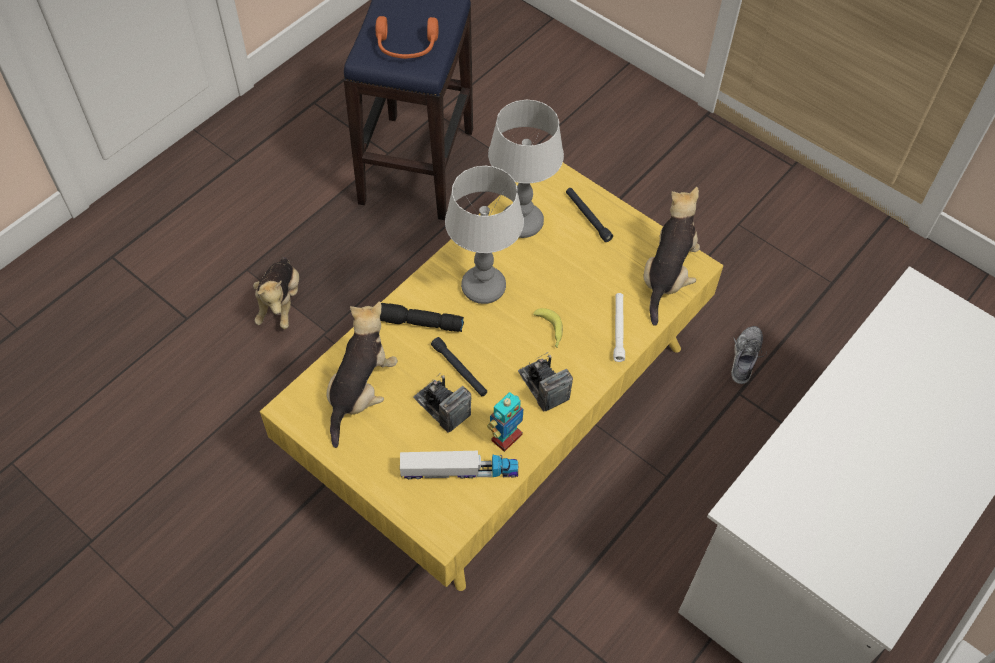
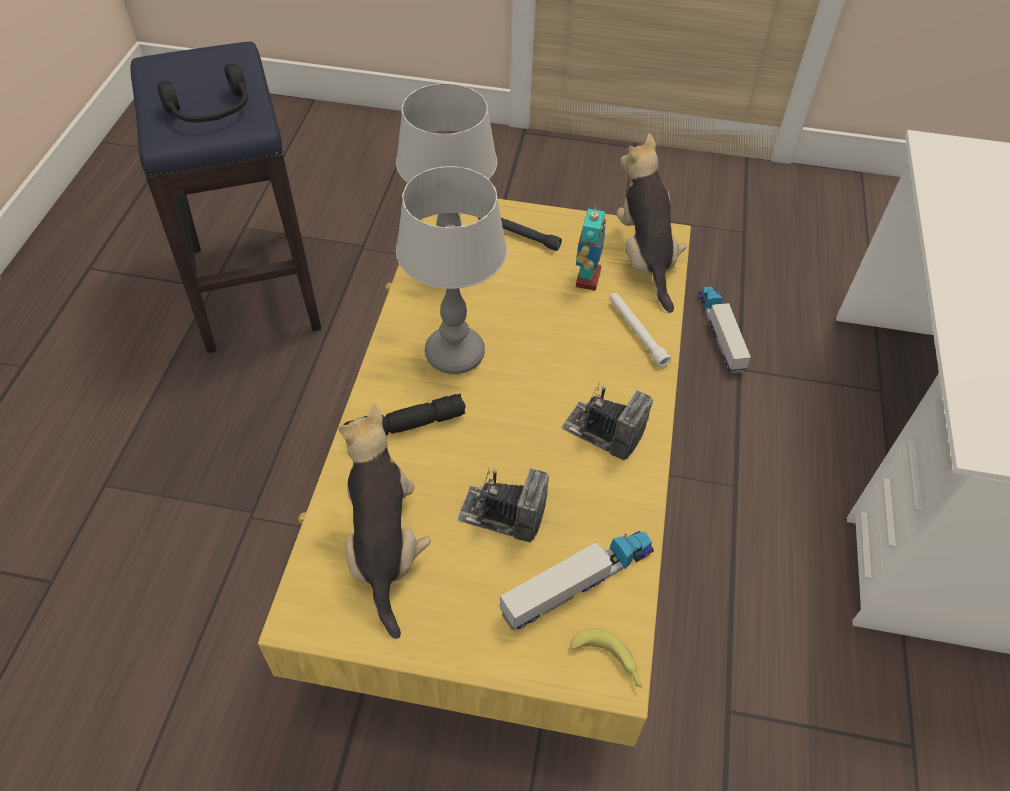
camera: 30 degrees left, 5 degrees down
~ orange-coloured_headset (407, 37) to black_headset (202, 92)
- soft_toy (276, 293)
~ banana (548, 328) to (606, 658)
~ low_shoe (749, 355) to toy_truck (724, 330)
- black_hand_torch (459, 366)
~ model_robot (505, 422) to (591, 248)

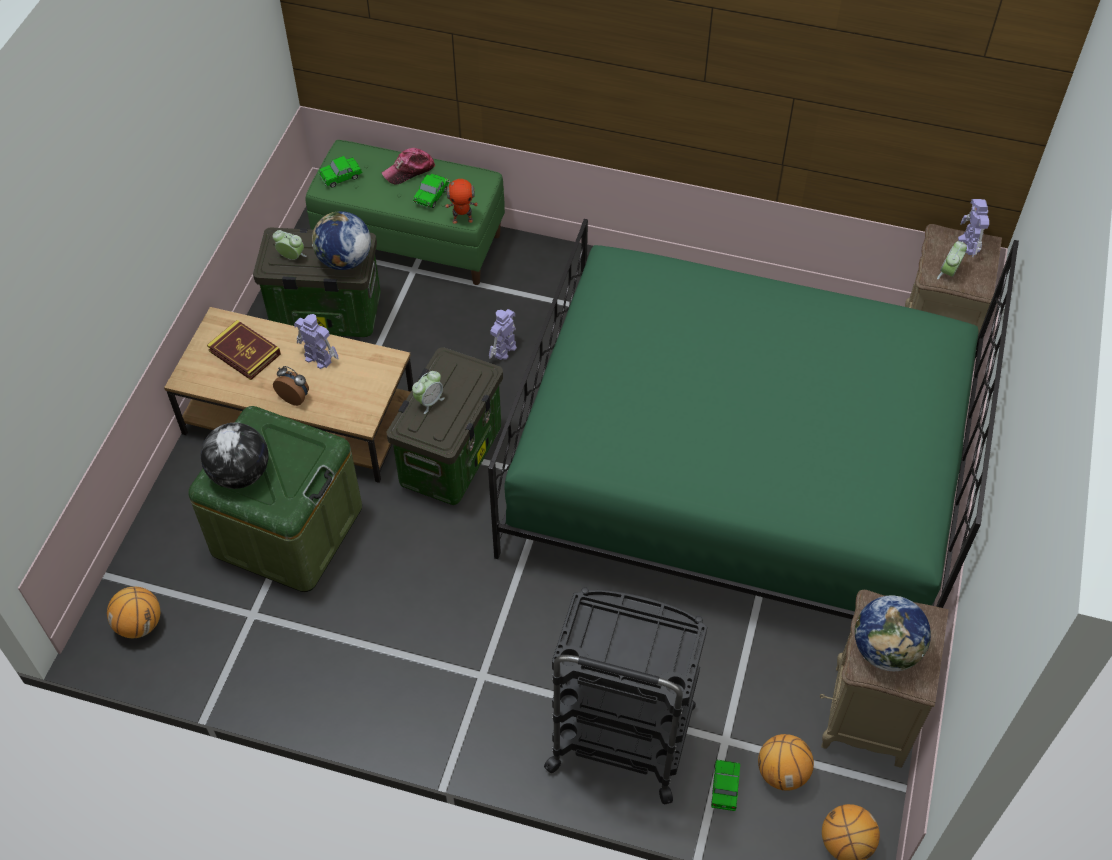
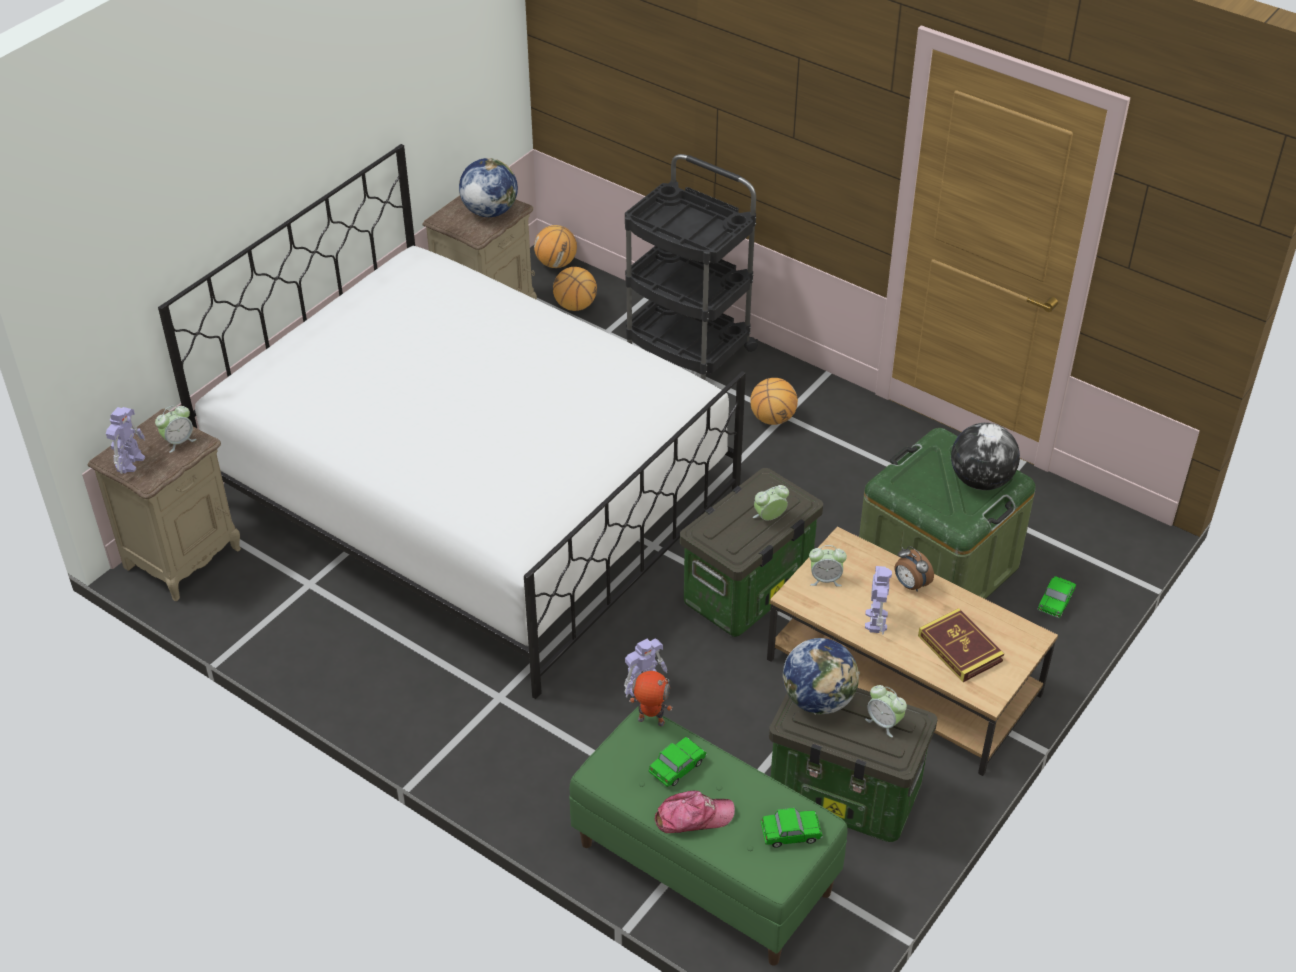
camera: 160 degrees left, 10 degrees down
~ green-coloured_bedroom_bed (753, 419) to white-coloured_bedroom_bed (452, 421)
~ model_robot (316, 341) = (878, 600) 135 degrees counterclockwise
~ basketball (133, 612) to (774, 401)
~ miniature_car (725, 785) to (1057, 597)
+ table_clock (828, 566)

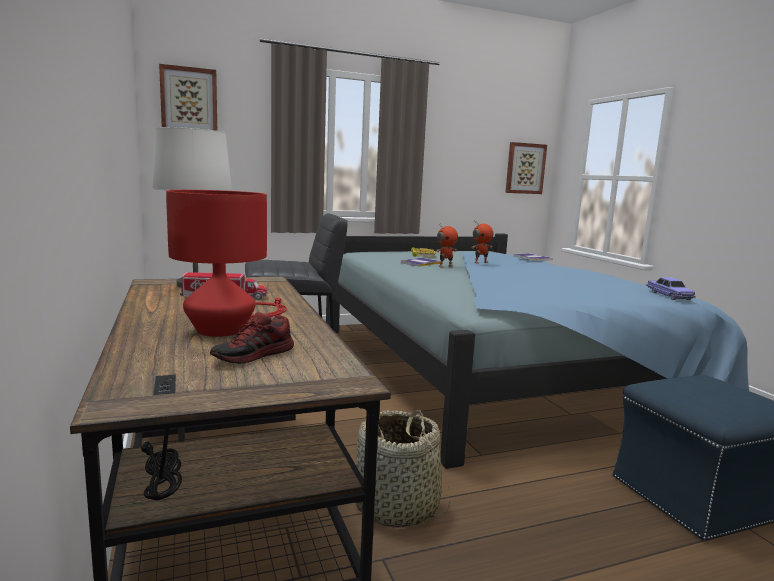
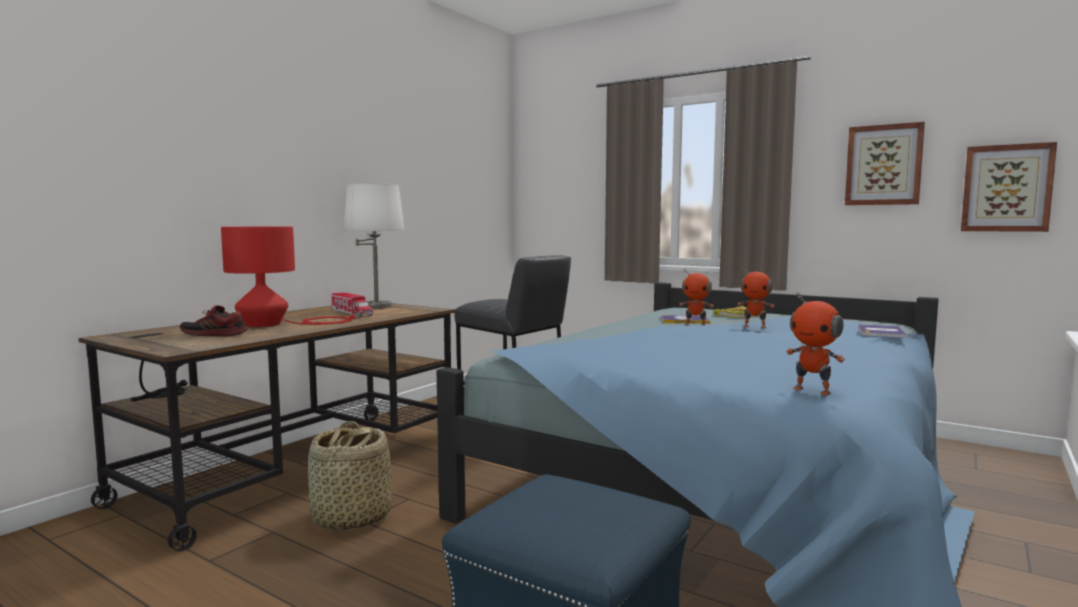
camera: 55 degrees right, 5 degrees down
~ wall_art (188, 97) to (885, 163)
~ miniature_car (671, 288) to model_robot (815, 343)

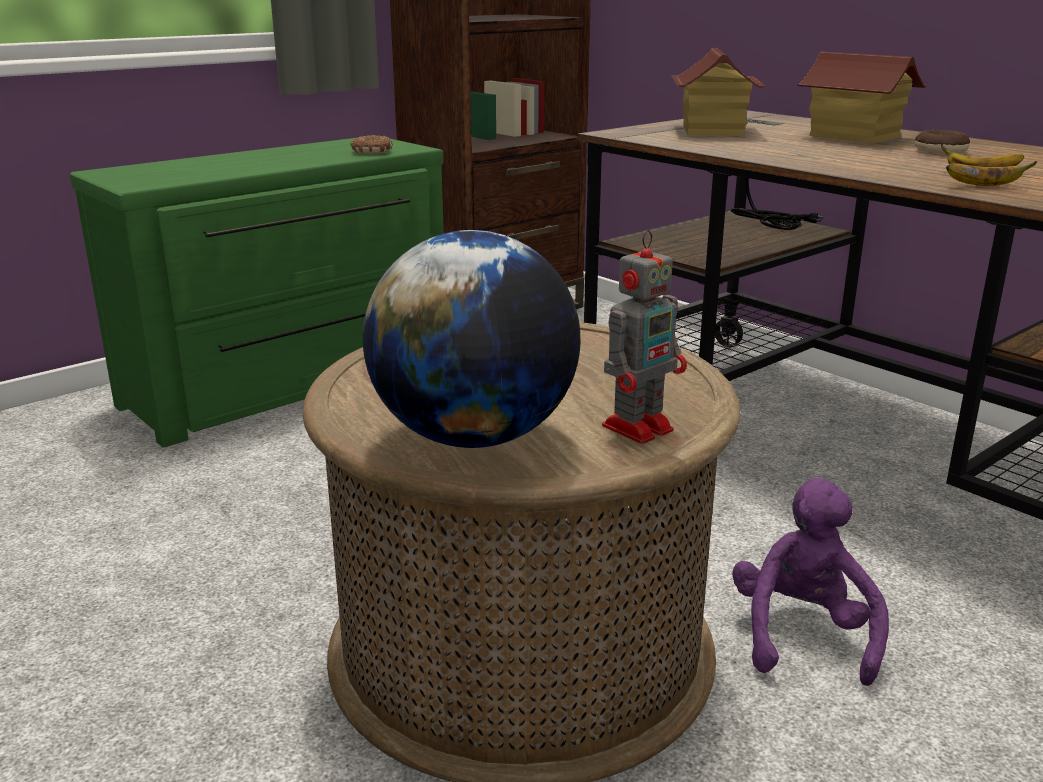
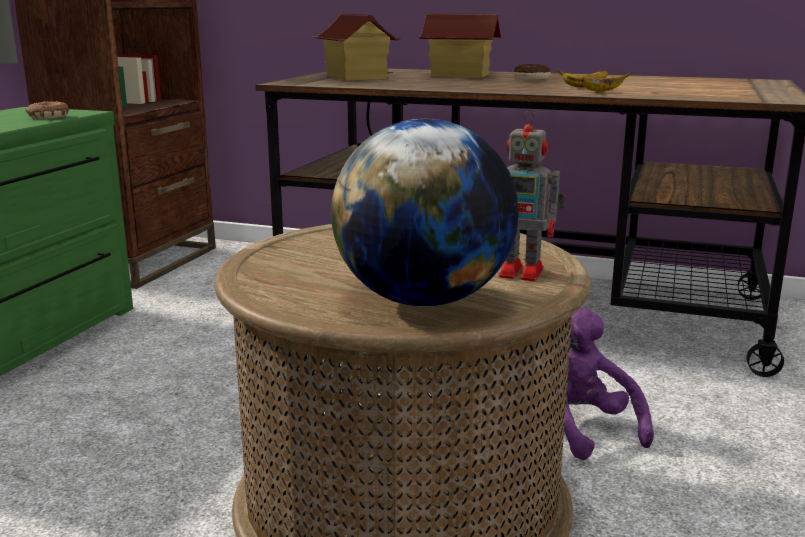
camera: 30 degrees left, 5 degrees down
~ model_robot (644, 337) = (532, 195) 90 degrees clockwise

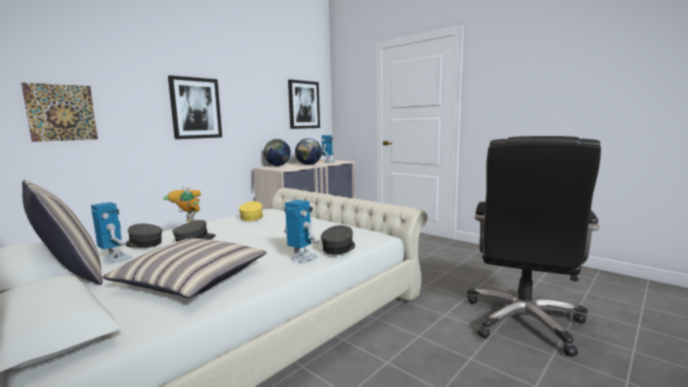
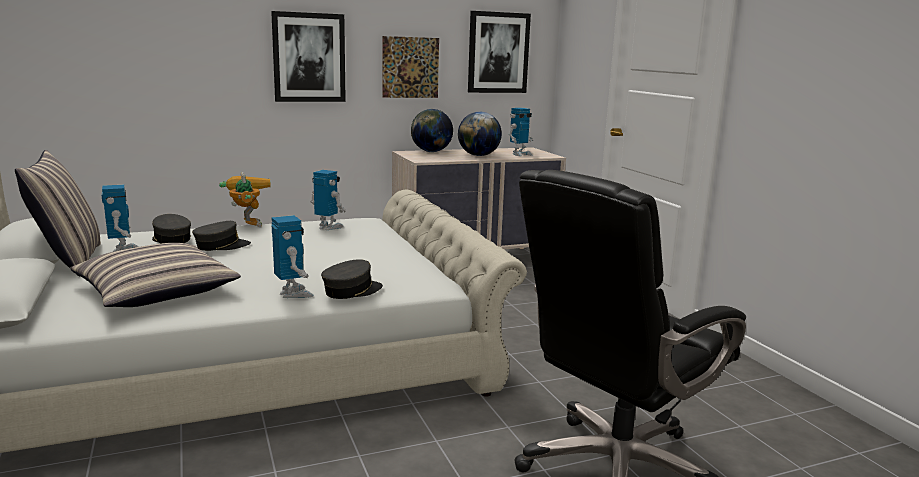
camera: 25 degrees right, 5 degrees up
~ wall_art (59, 112) to (410, 67)
~ yellowish_cap (251, 211) to model_robot (328, 200)

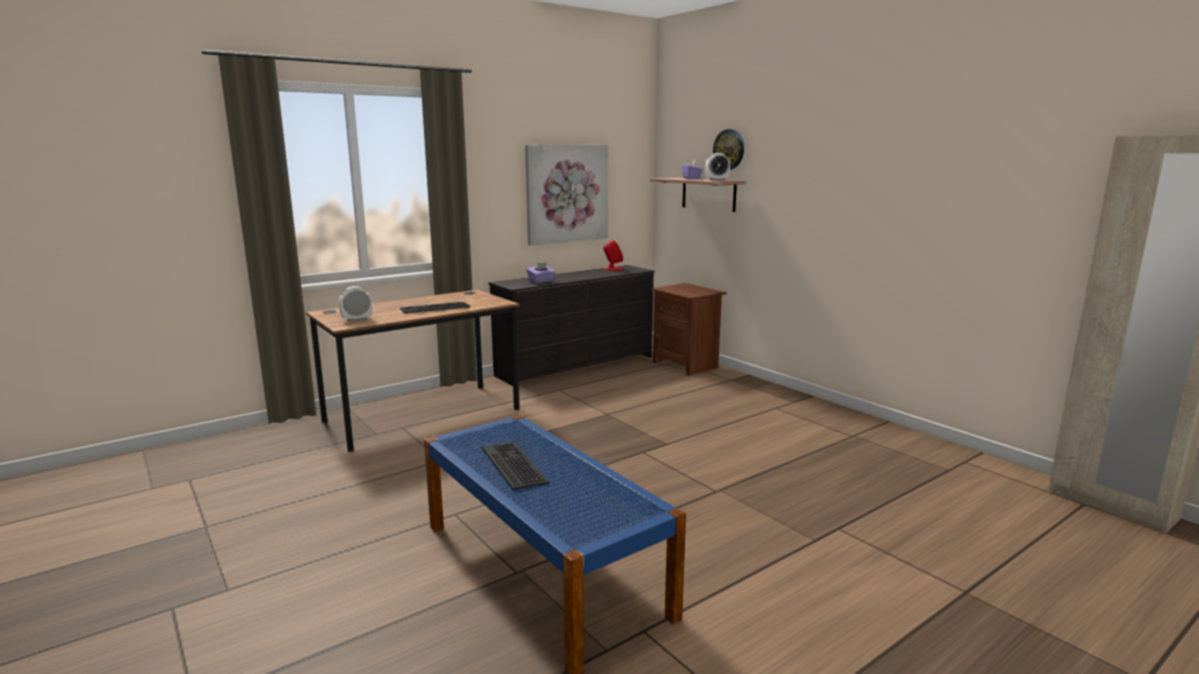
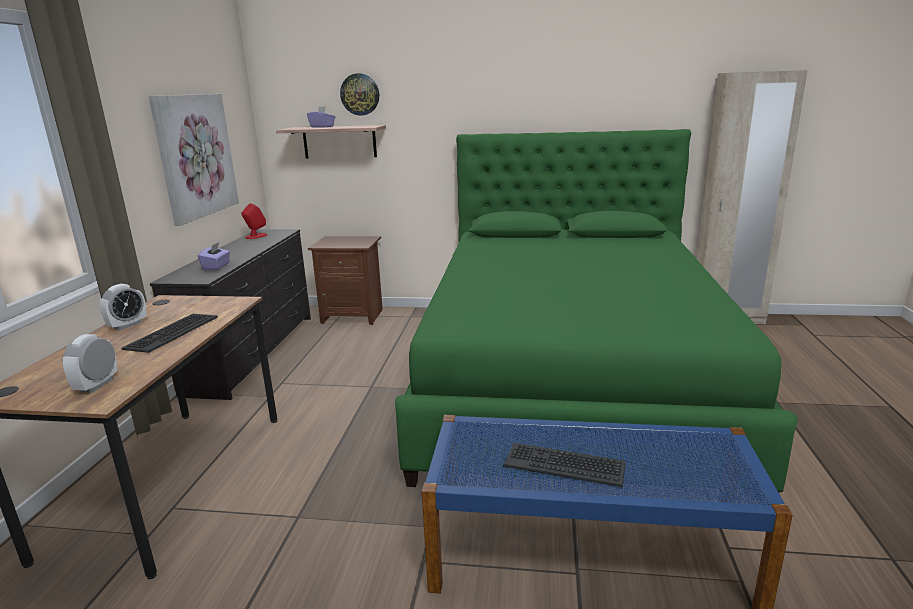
camera: 45 degrees left, 5 degrees up
~ table_clock (717, 167) to (123, 307)
+ green-coloured_bedroom_bed (596, 311)

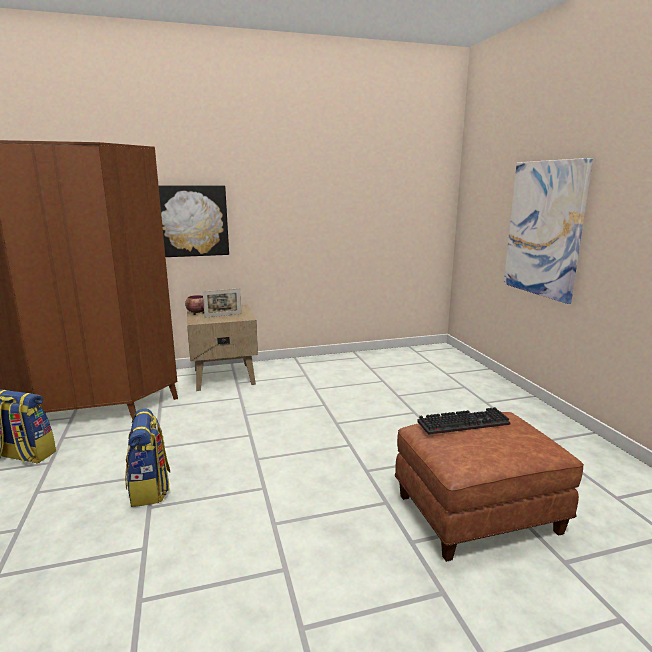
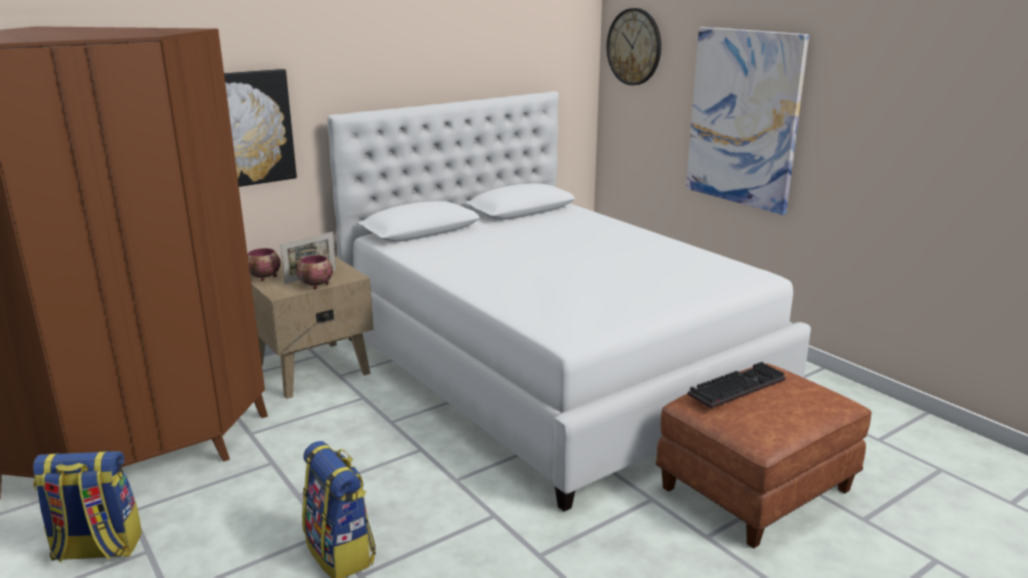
camera: 20 degrees left, 5 degrees up
+ clock_on_the_wall (634, 46)
+ white-coloured_bedroom_bed (569, 301)
+ bowl (314, 272)

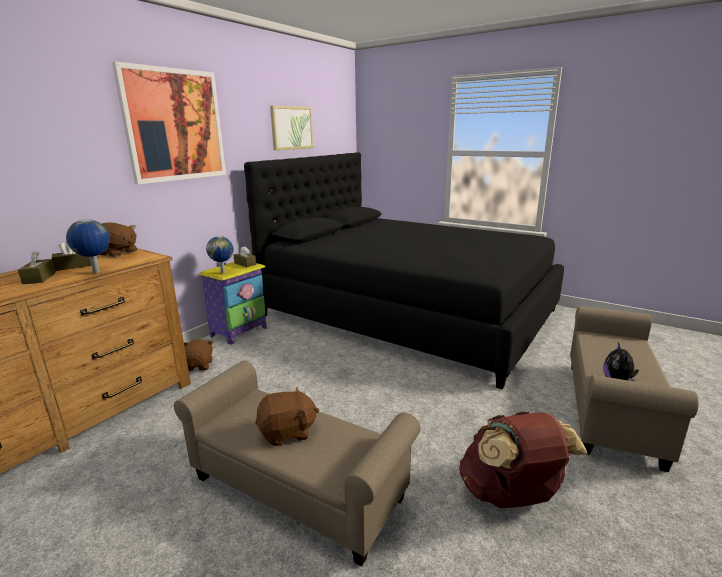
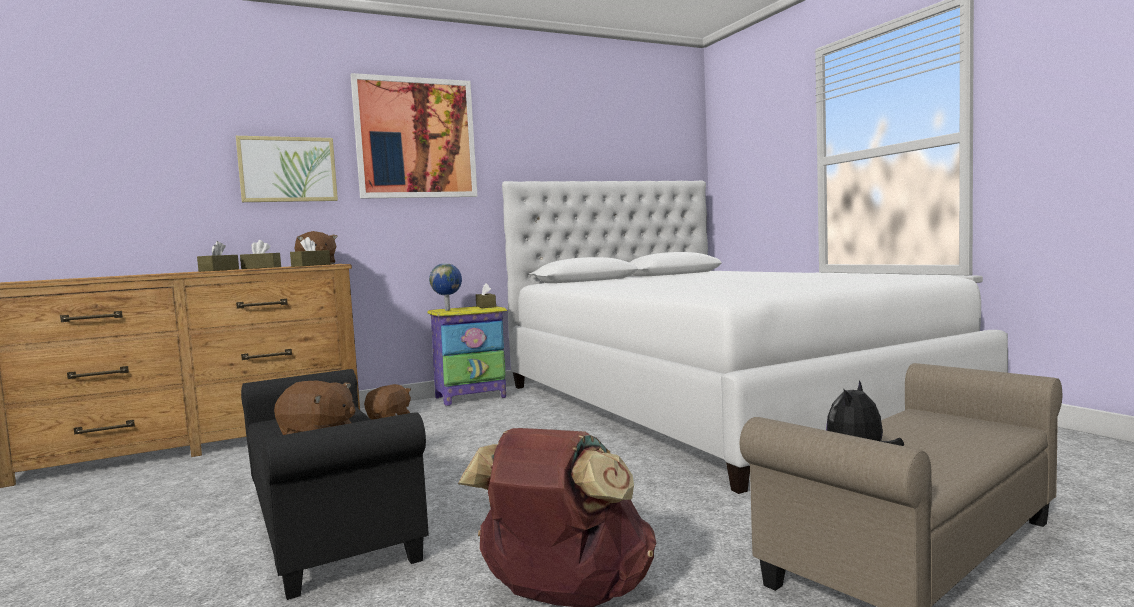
camera: 30 degrees right, 15 degrees down
~ wall_art (291, 128) to (287, 169)
~ black_bedroom_bed (404, 270) to white-coloured_bedroom_bed (755, 337)
- globe (88, 246)
~ sand-coloured_ottoman (297, 463) to black_ottoman (335, 484)
+ brown_box_of_tissues (310, 252)

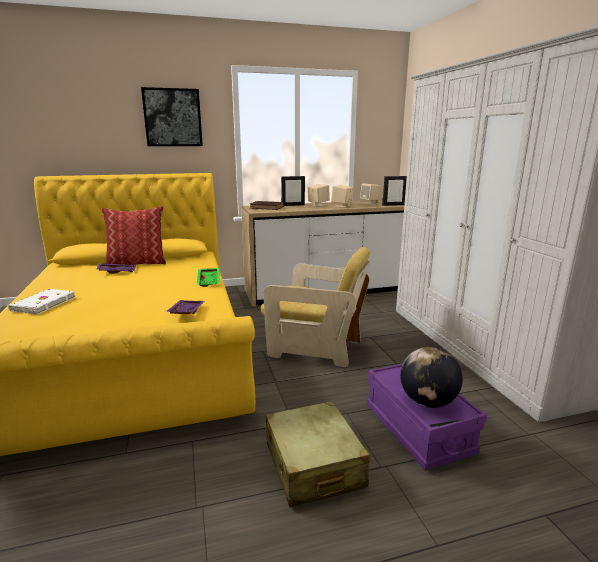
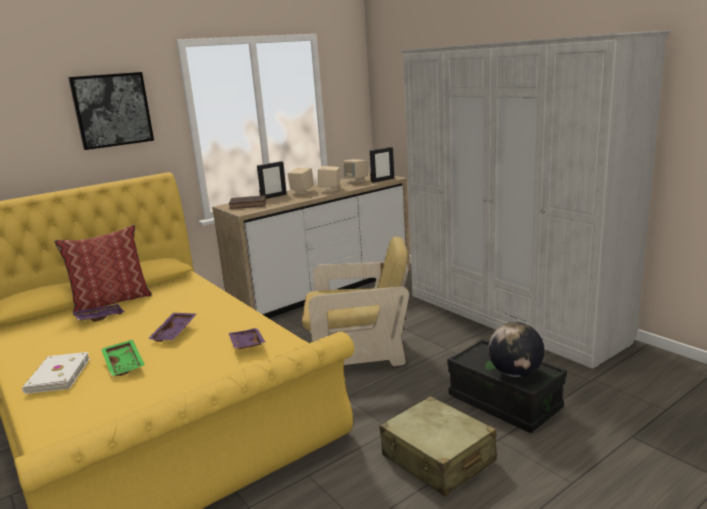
camera: 20 degrees left, 0 degrees up
~ green-coloured_serving_tray (208, 277) to (123, 358)
~ purple-coloured_storage_box (427, 417) to black_storage_box (507, 386)
+ purple-coloured_serving_tray (172, 327)

